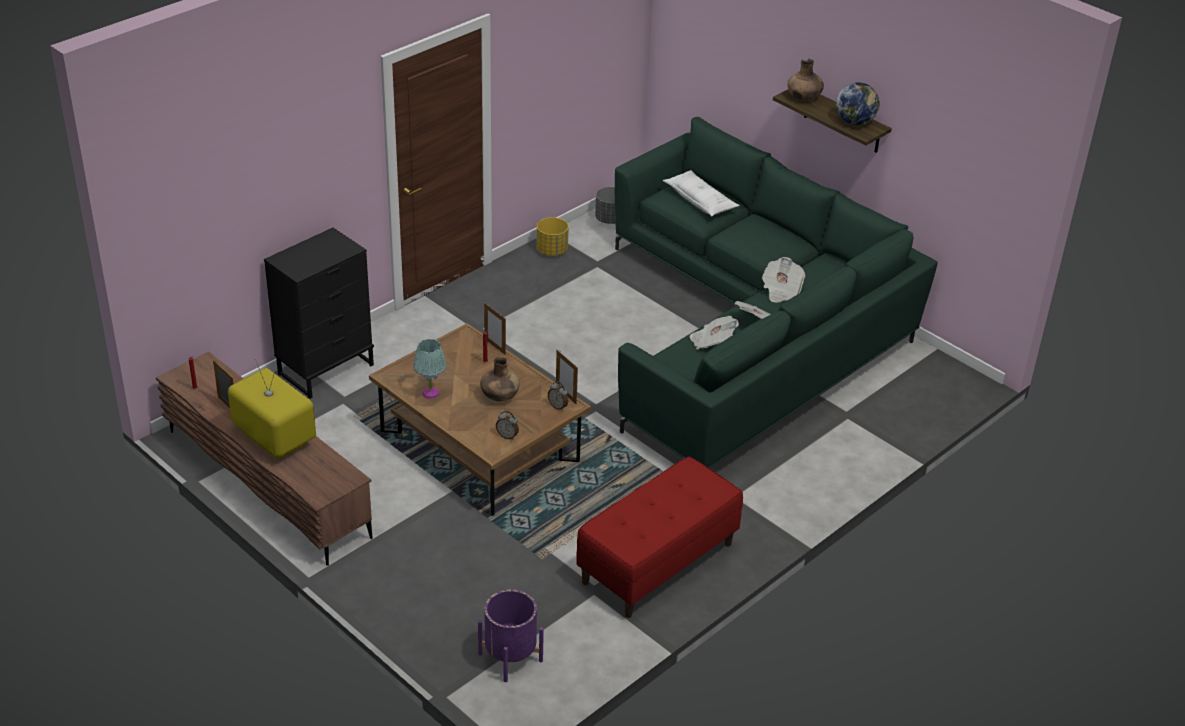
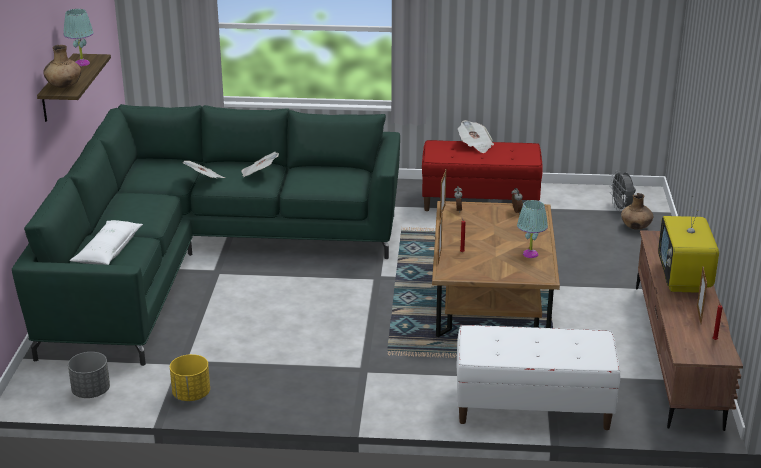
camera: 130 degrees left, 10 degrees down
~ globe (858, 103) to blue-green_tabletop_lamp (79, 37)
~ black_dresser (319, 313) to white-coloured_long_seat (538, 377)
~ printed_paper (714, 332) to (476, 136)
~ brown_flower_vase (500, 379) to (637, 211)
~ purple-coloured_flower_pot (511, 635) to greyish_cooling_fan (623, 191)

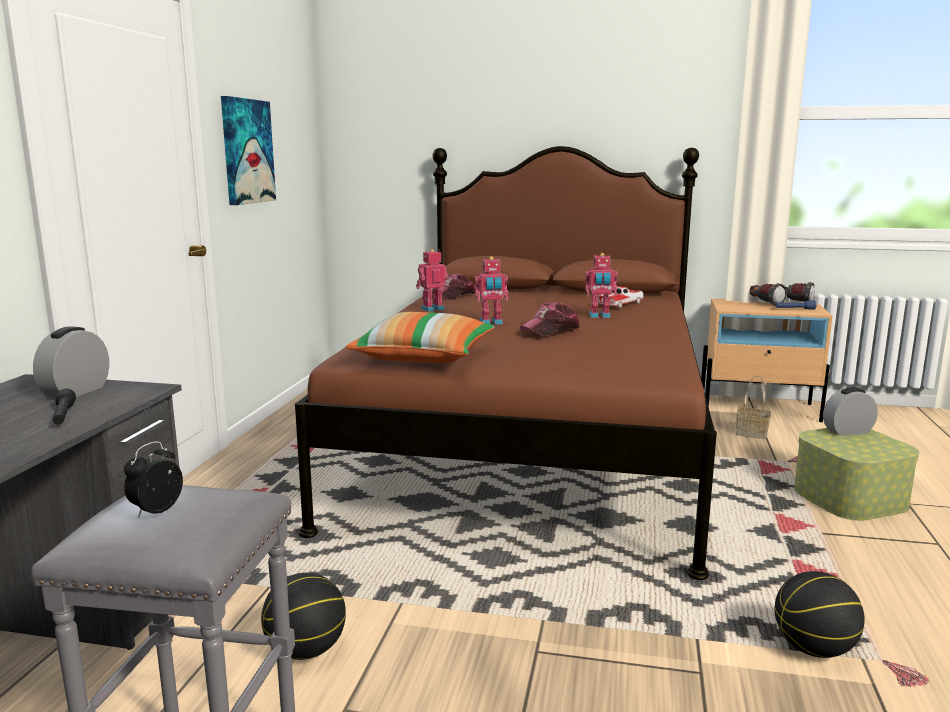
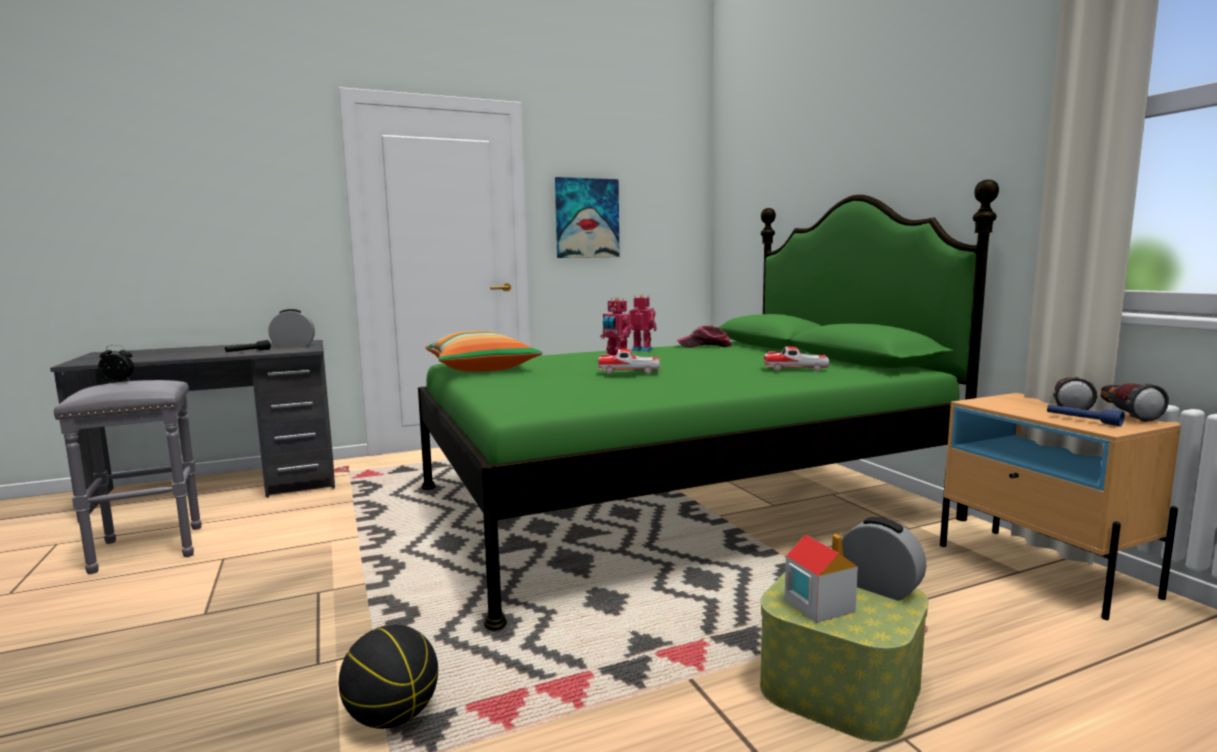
camera: 55 degrees right, 5 degrees down
~ brown_bedroom_bed (506, 363) to green-coloured_bedroom_bed (708, 405)
- model_robot (601, 285)
~ cap (550, 319) to miniature_car (629, 361)
- basket (753, 407)
- basketball (303, 616)
+ miniature_house (821, 578)

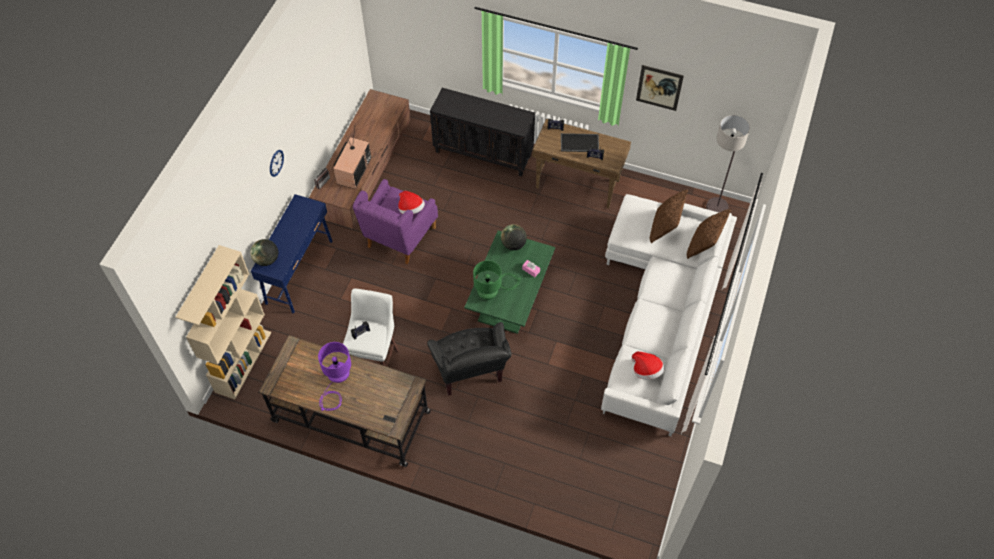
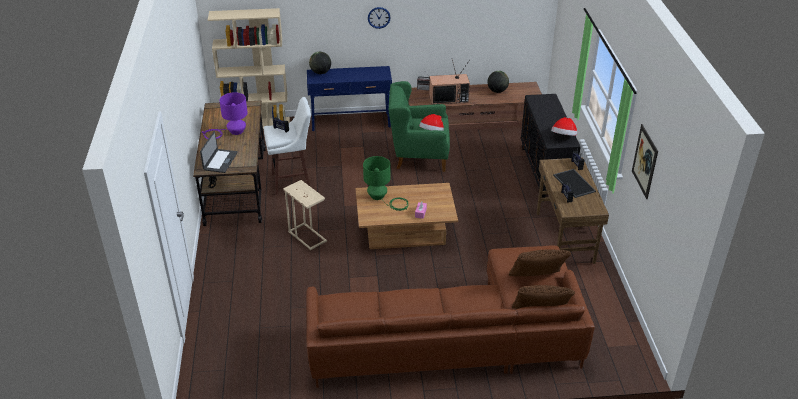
camera: 65 degrees right, 20 degrees down
- greyish_standard_lamp (728, 163)
~ purple-coloured_easy_chair (395, 221) to green-coloured_easy_chair (419, 126)
~ white-coloured_sofa (669, 315) to brown_sofa (450, 317)
~ globe (514, 237) to (498, 82)
~ green-coloured_coffee_table (509, 282) to brown_coffee_table (407, 216)
~ black_easy_chair (469, 359) to sand-coloured_accent_table (305, 215)
~ wearable_hat (648, 365) to (564, 126)
+ portable_computer (219, 152)

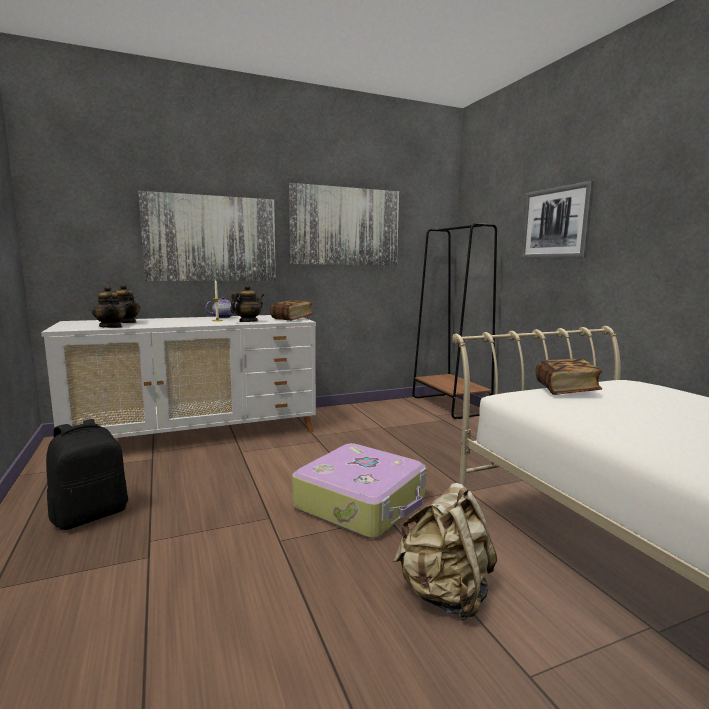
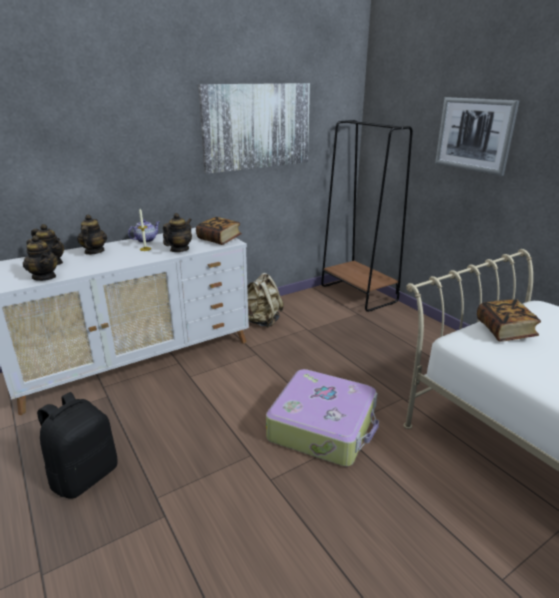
camera: 10 degrees left, 15 degrees up
- wall_art (207, 236)
~ sand-coloured_rucksack (445, 551) to (265, 300)
+ teapot (92, 234)

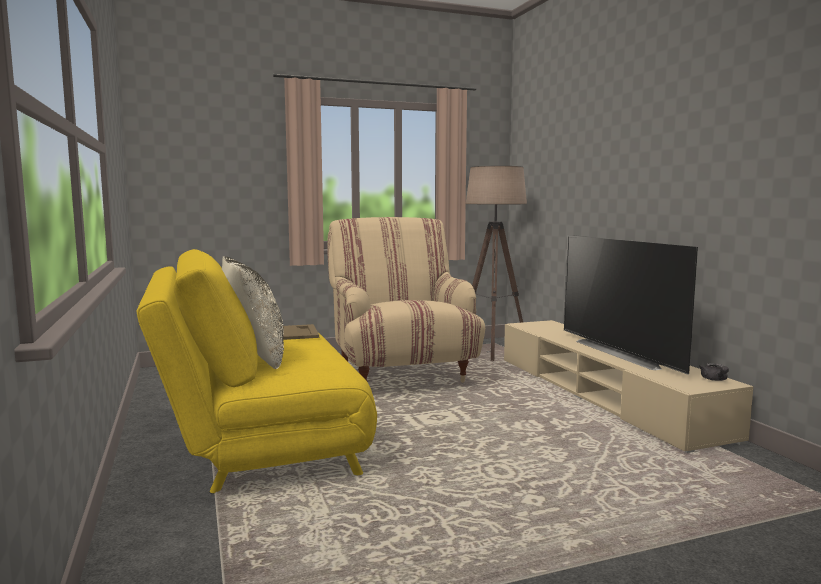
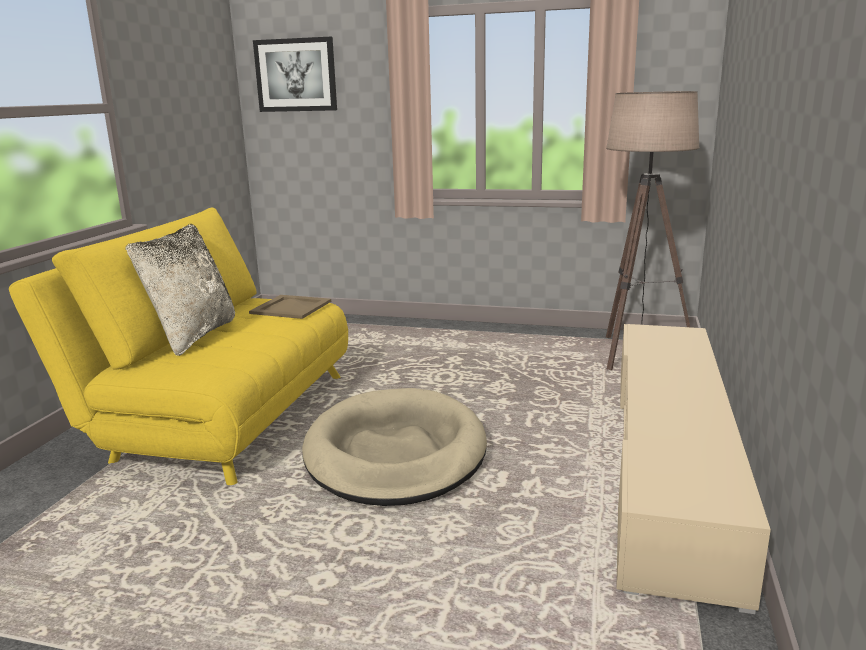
camera: 35 degrees right, 10 degrees up
- sand-coloured_easy_chair (406, 300)
- TV (631, 305)
- greyish_teapot (714, 372)
+ wall_art (295, 74)
+ sand-coloured_dog_cushion (394, 447)

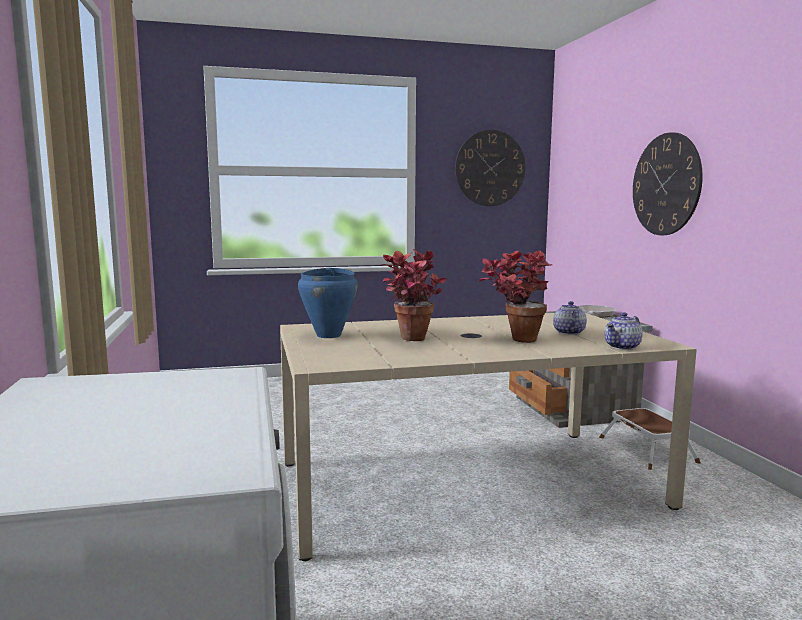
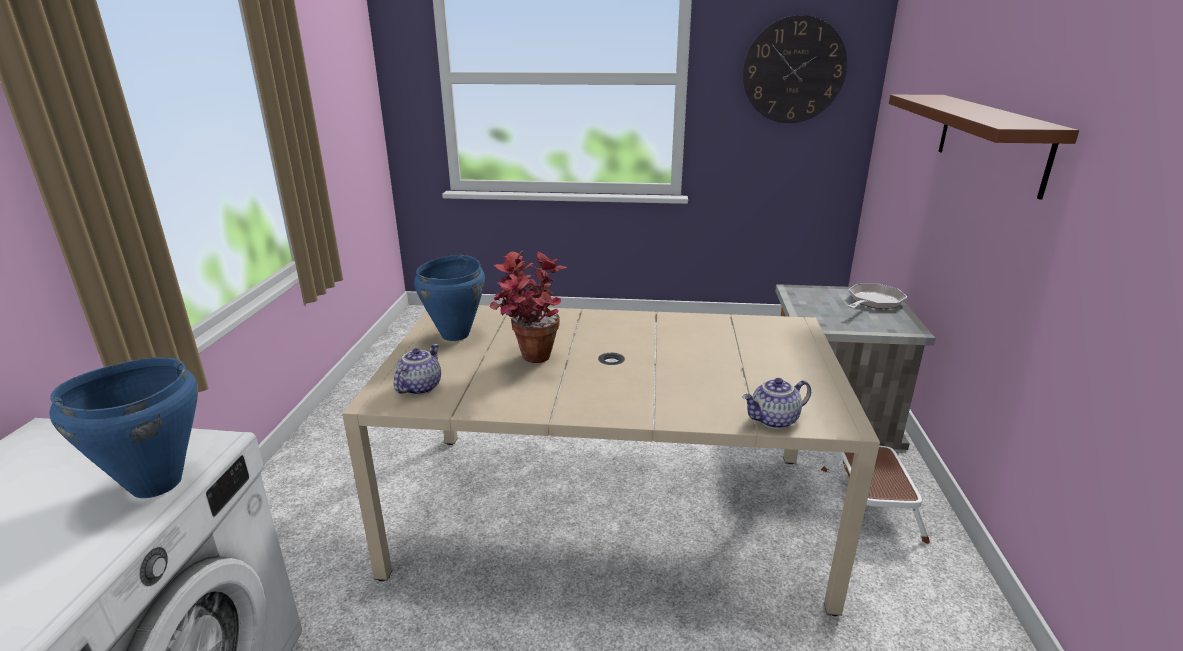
camera: 20 degrees right, 15 degrees up
~ clock_on_the_wall (668, 183) to brown_shelf (984, 147)
- potted_plant (515, 296)
~ teapot (570, 318) to (417, 369)
+ blue_cooking_pot (123, 427)

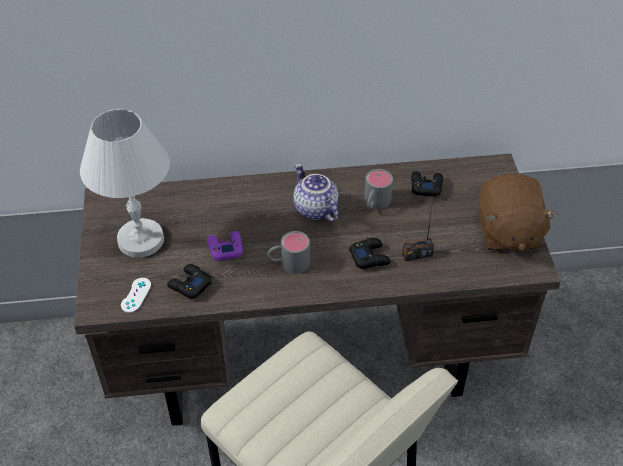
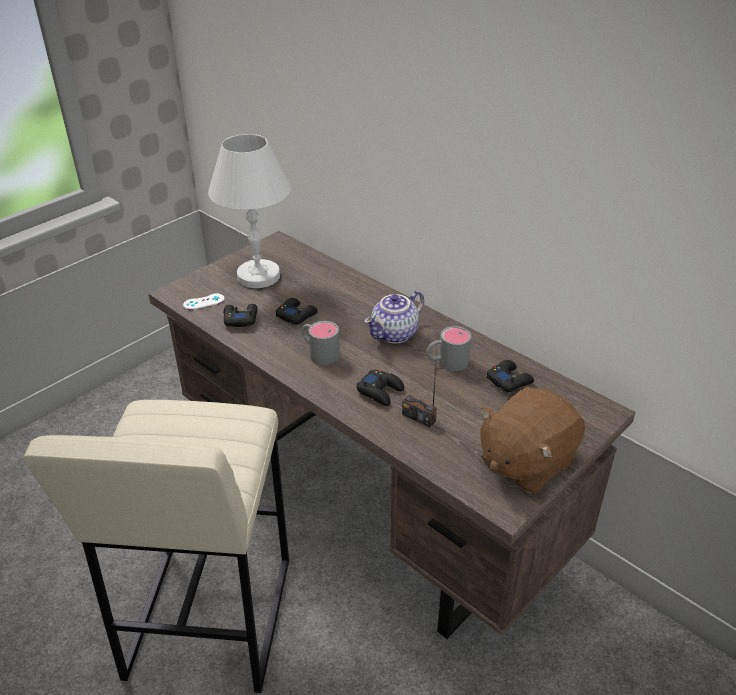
camera: 50 degrees right, 10 degrees down
~ teapot (316, 193) = (394, 317) 150 degrees counterclockwise
~ purple-coloured_joypad (225, 246) to black_joypad (297, 311)

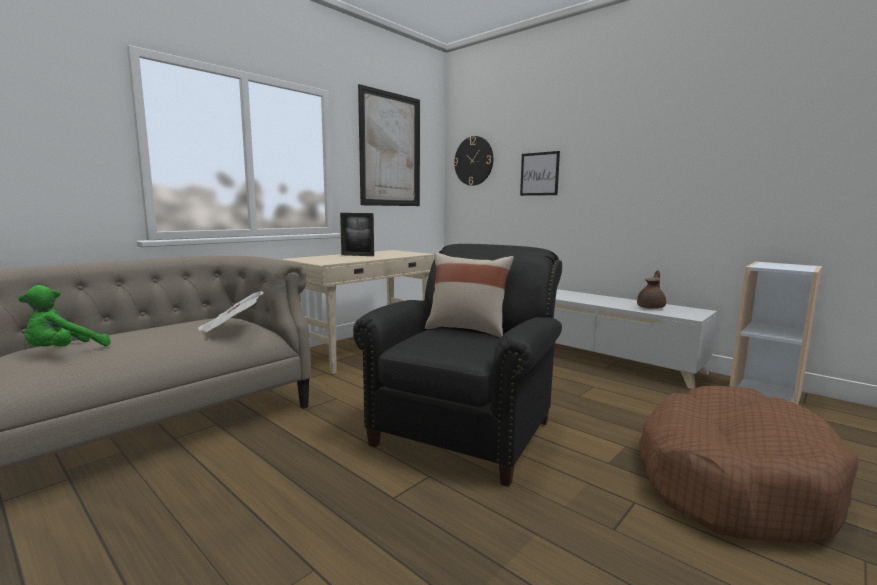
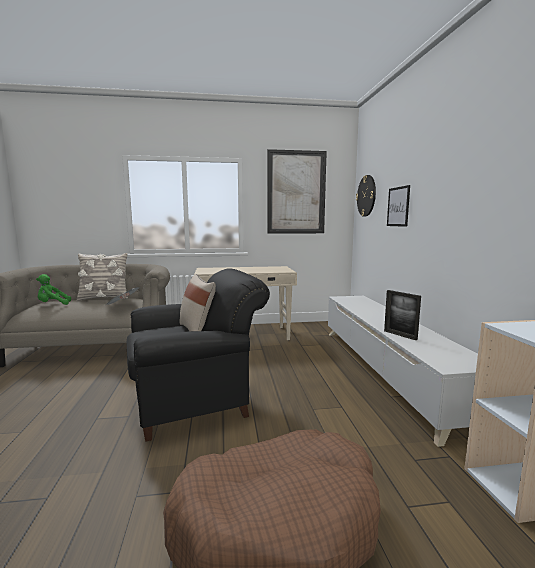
camera: 40 degrees right, 0 degrees up
~ photo_frame (357, 234) to (402, 315)
- brown_teapot (651, 289)
+ sand-coloured_throw_pillow (102, 277)

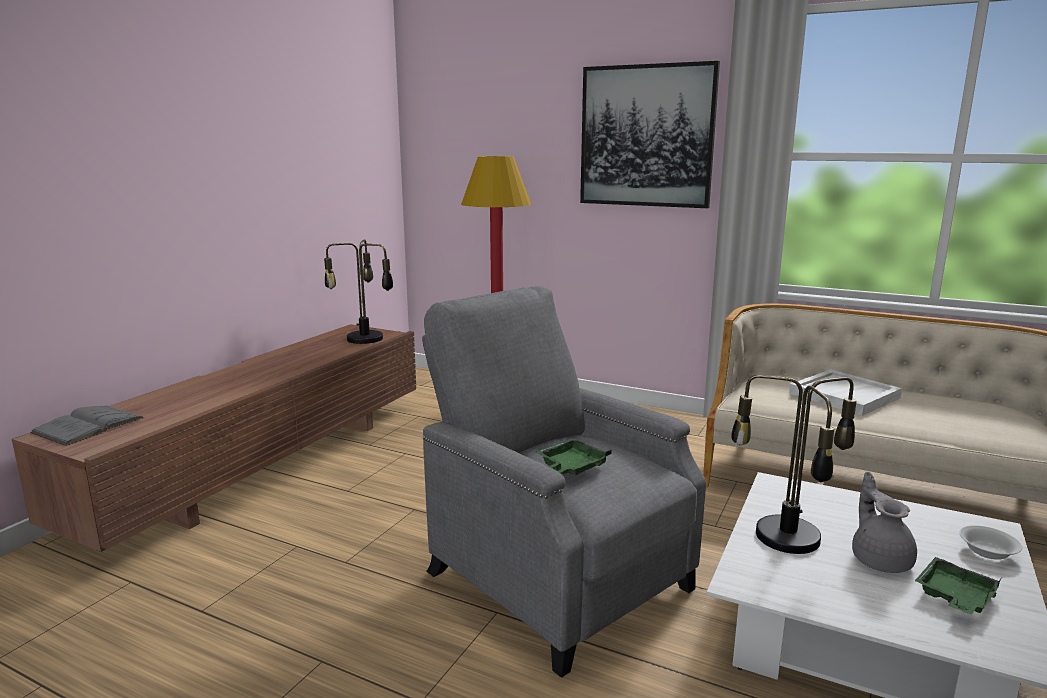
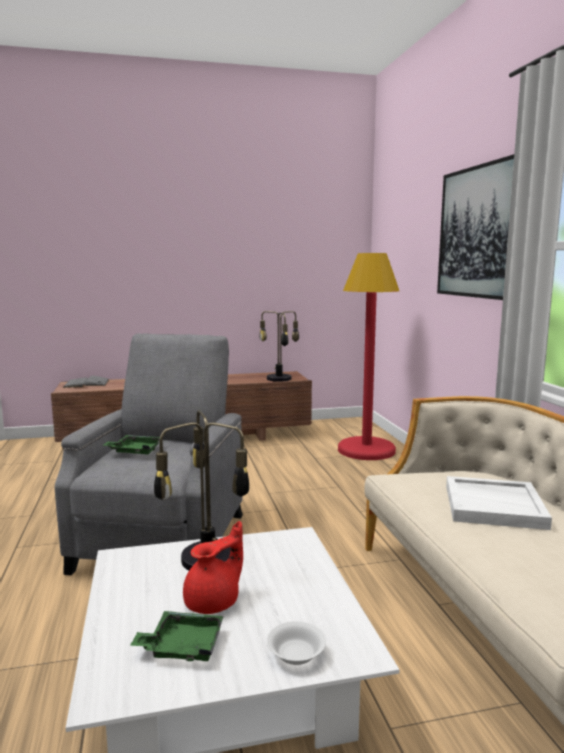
camera: 50 degrees right, 5 degrees down
~ greyish_teapot (884, 522) to red-coloured_teapot (213, 567)

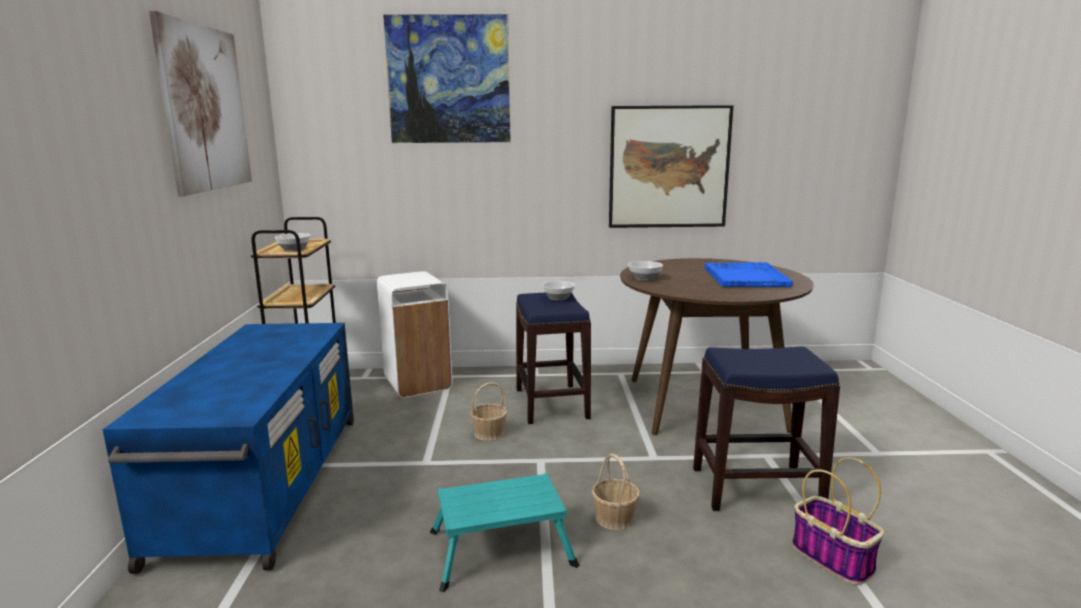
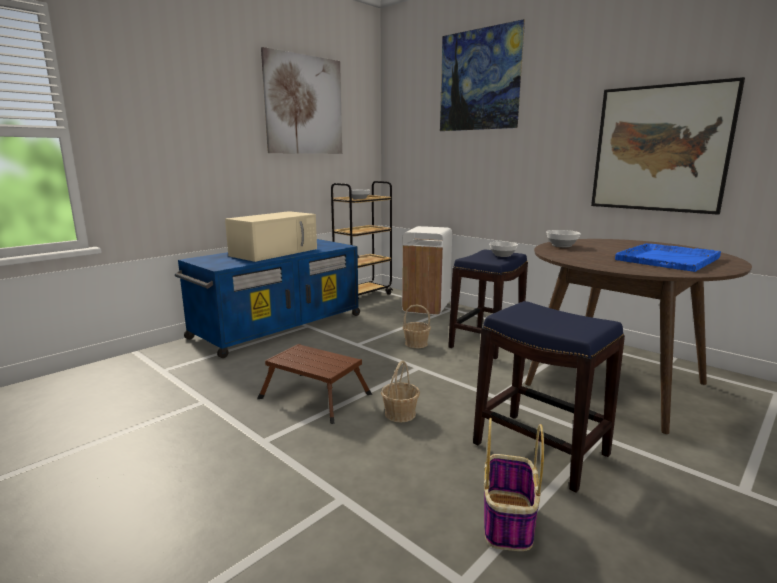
camera: 45 degrees right, 0 degrees up
~ blue-green_stepladder (505, 532) to brown_stepladder (314, 384)
+ sand-coloured_microwave (271, 236)

